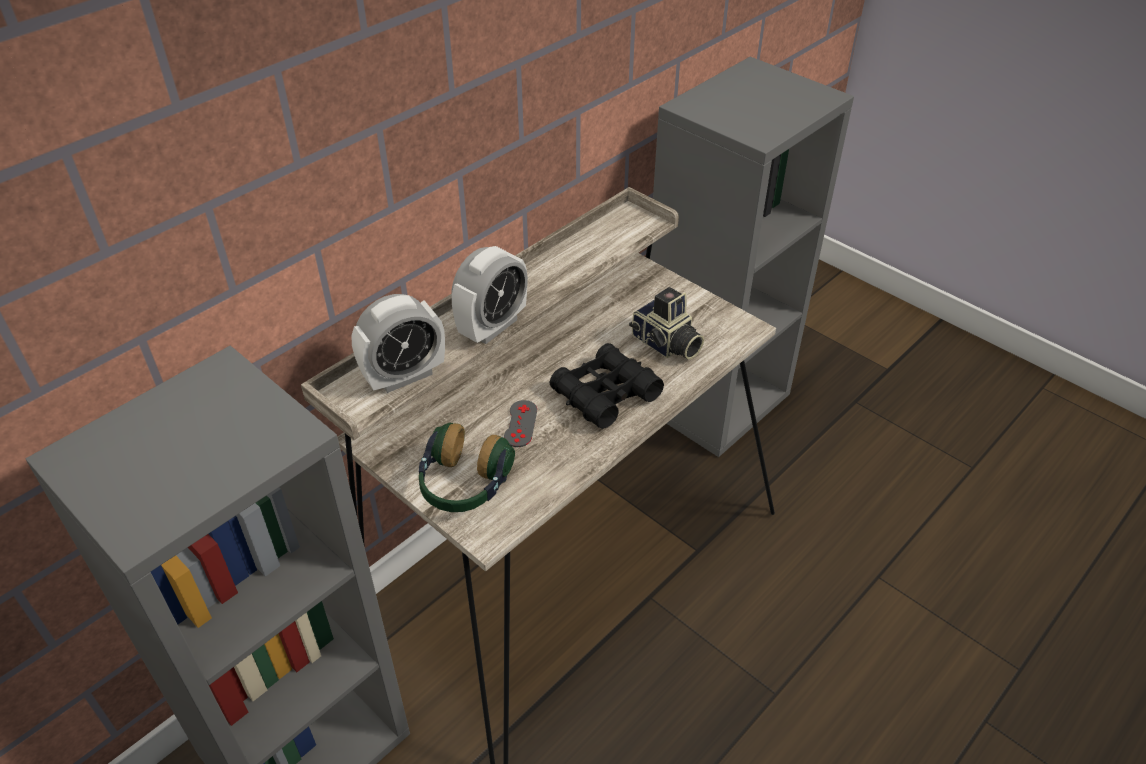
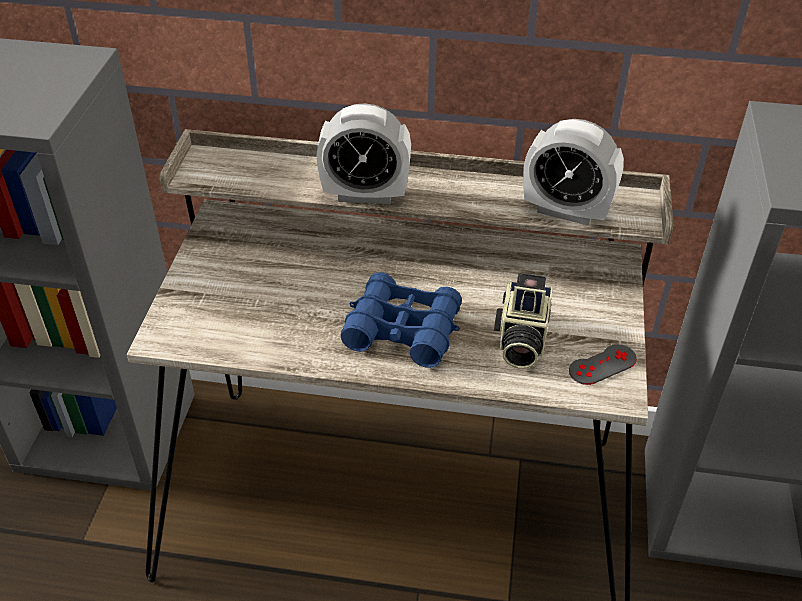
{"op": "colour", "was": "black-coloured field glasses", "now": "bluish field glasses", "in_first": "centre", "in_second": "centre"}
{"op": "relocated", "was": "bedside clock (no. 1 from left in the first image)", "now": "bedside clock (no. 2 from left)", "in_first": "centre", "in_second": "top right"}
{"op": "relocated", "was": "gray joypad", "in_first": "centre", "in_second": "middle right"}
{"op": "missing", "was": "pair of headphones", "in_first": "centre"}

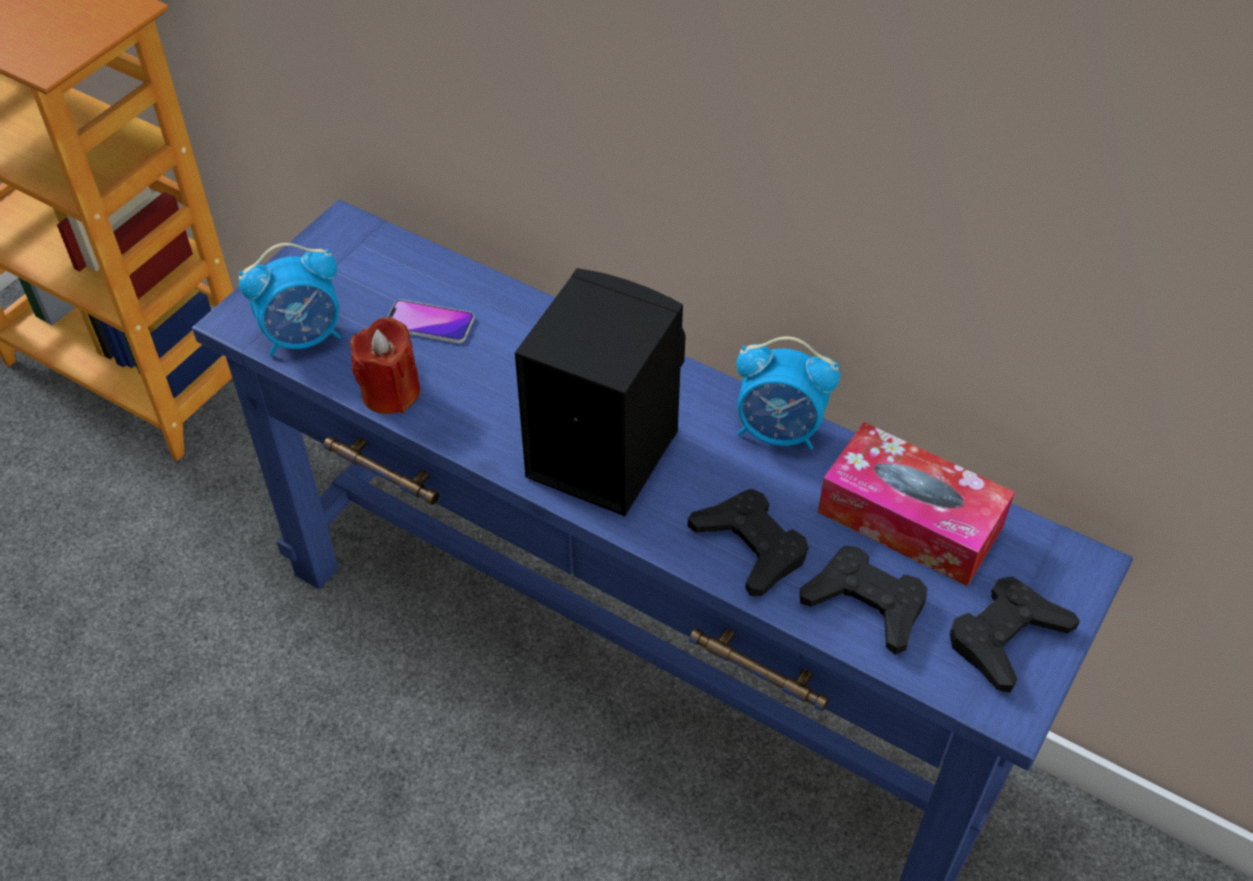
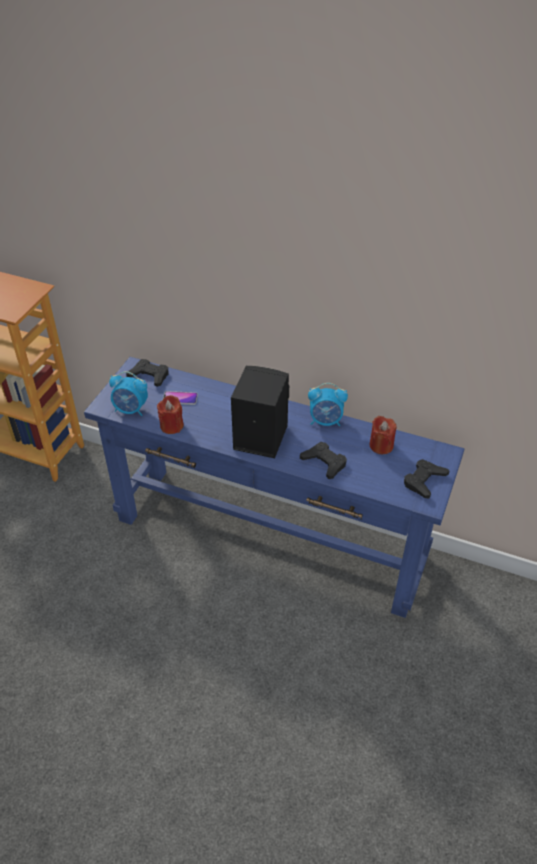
{"op": "spun", "was": "bedside clock (no. 1 from left)", "in_first": "middle left", "in_second": "middle left", "clockwise": 45}
{"op": "relocated", "was": "black-coloured joypad (no. 2 from left in the first image)", "now": "black-coloured joypad (no. 1 from left)", "in_first": "bottom right", "in_second": "middle left"}
{"op": "exchanged", "was": "tissue box", "now": "reddish wax light (no. 2 from left)", "in_first": "middle right", "in_second": "middle right"}

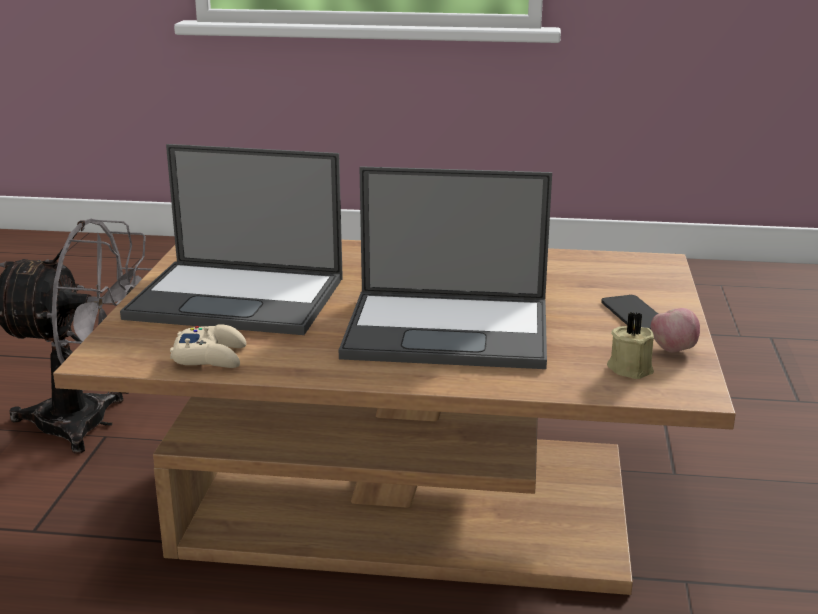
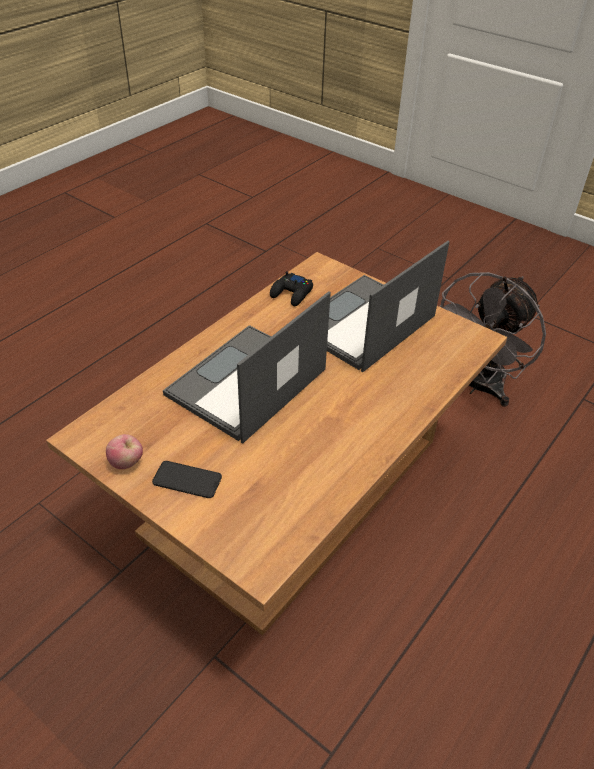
{"op": "colour", "was": "beige joypad", "now": "black-coloured joypad", "in_first": "middle left", "in_second": "centre"}
{"op": "missing", "was": "beige wax light", "in_first": "middle right"}

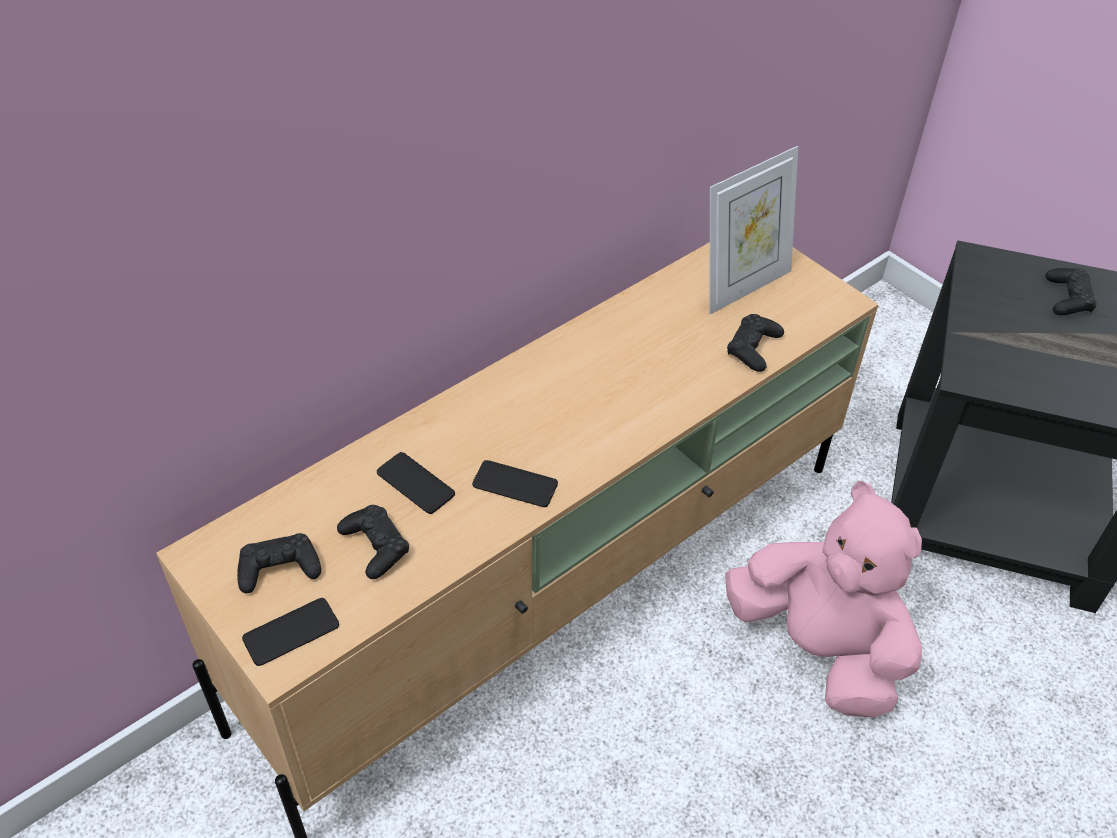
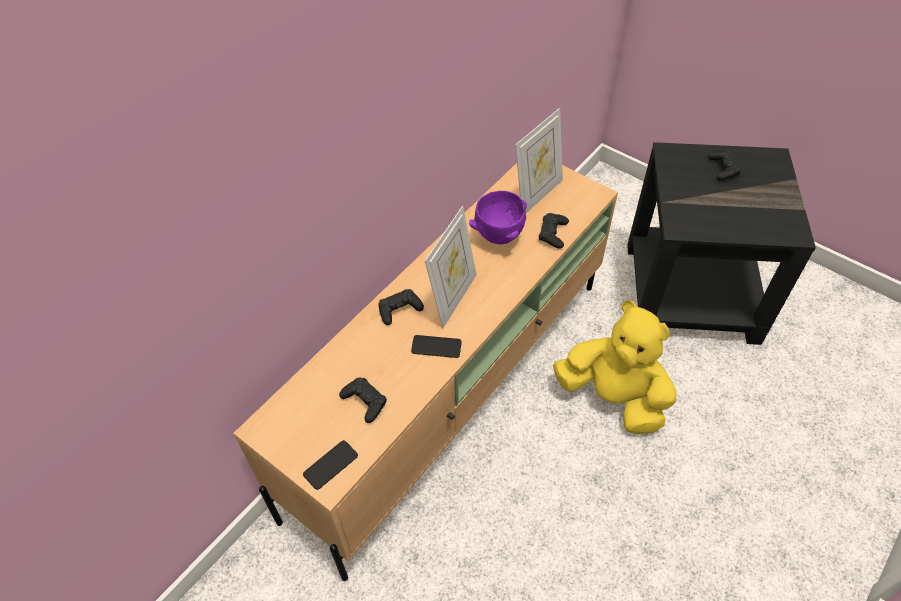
{"op": "relocated", "was": "black-coloured joypad (no. 1 from left in the first image)", "now": "black-coloured joypad (no. 2 from left)", "in_first": "bottom left", "in_second": "centre"}
{"op": "appeared", "now": "standing frame (no. 1 from left)", "in_second": "centre"}
{"op": "appeared", "now": "purple-coloured bowl", "in_second": "centre"}
{"op": "colour", "was": "pinkish plush toy", "now": "yellowish plush toy", "in_first": "bottom right", "in_second": "middle right"}
{"op": "missing", "was": "telephone (no. 2 from left)", "in_first": "centre"}

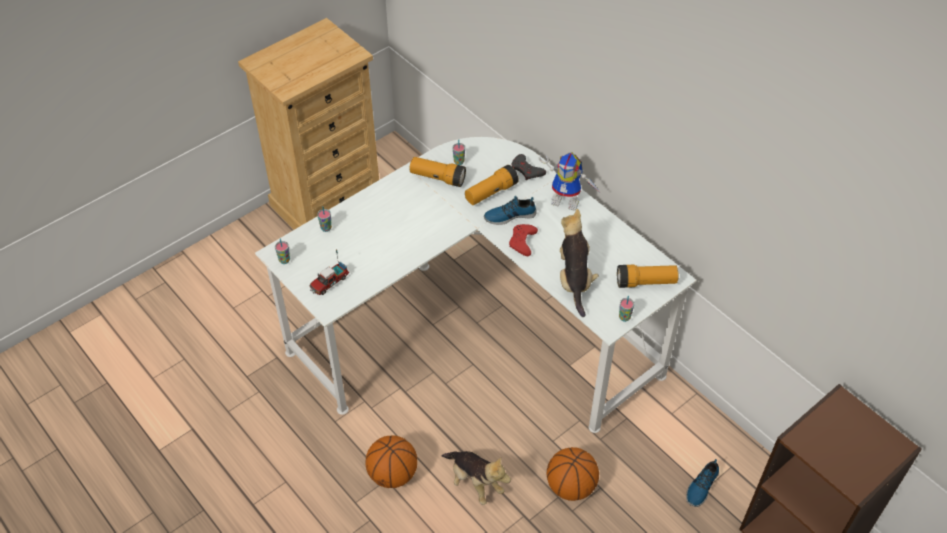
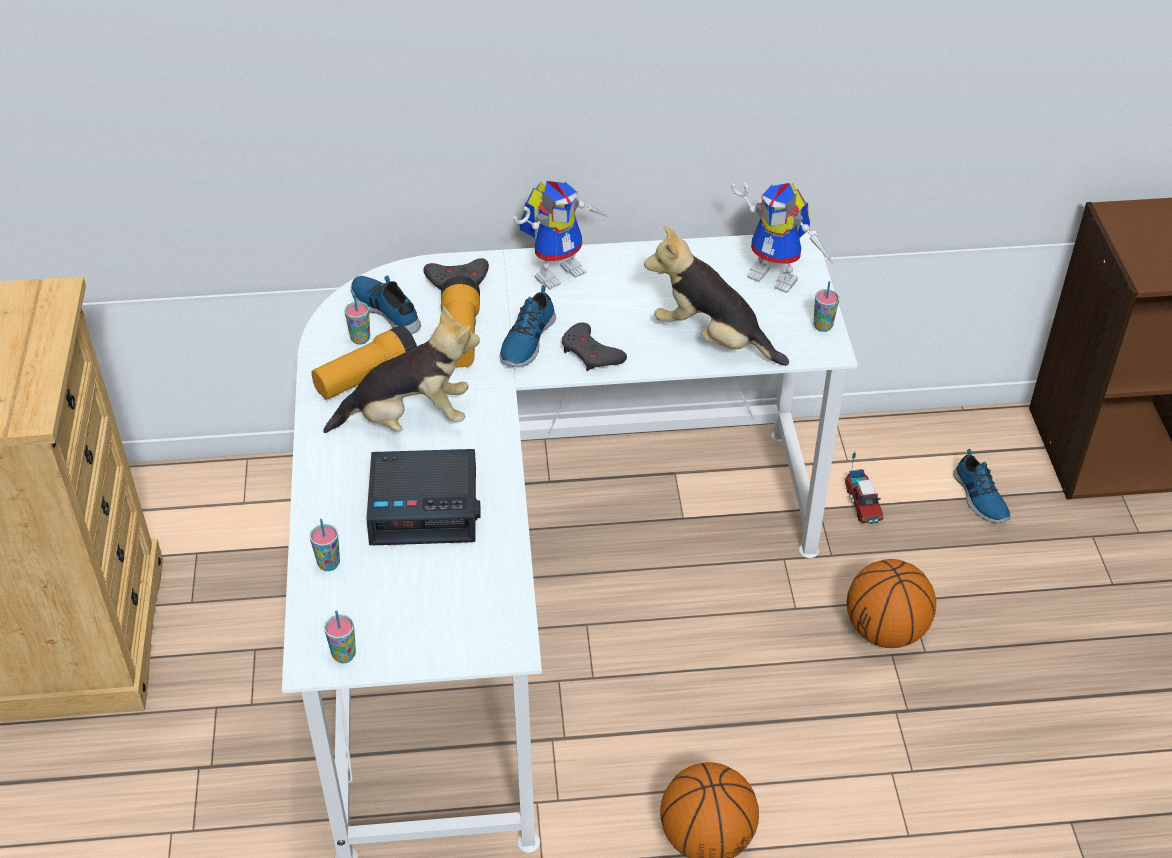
{"op": "relocated", "was": "plush toy (no. 1 from left)", "in_first": "bottom centre", "in_second": "centre"}
{"op": "appeared", "now": "shoe (no. 1 from left)", "in_second": "middle left"}
{"op": "appeared", "now": "bedside clock", "in_second": "centre"}
{"op": "colour", "was": "reddish joypad", "now": "gray joypad (no. 2 from left)", "in_first": "centre", "in_second": "centre"}
{"op": "exchanged", "was": "torch (no. 3 from left)", "now": "model robot (no. 2 from left)", "in_first": "middle right", "in_second": "top centre"}
{"op": "relocated", "was": "model truck", "in_first": "centre", "in_second": "middle right"}

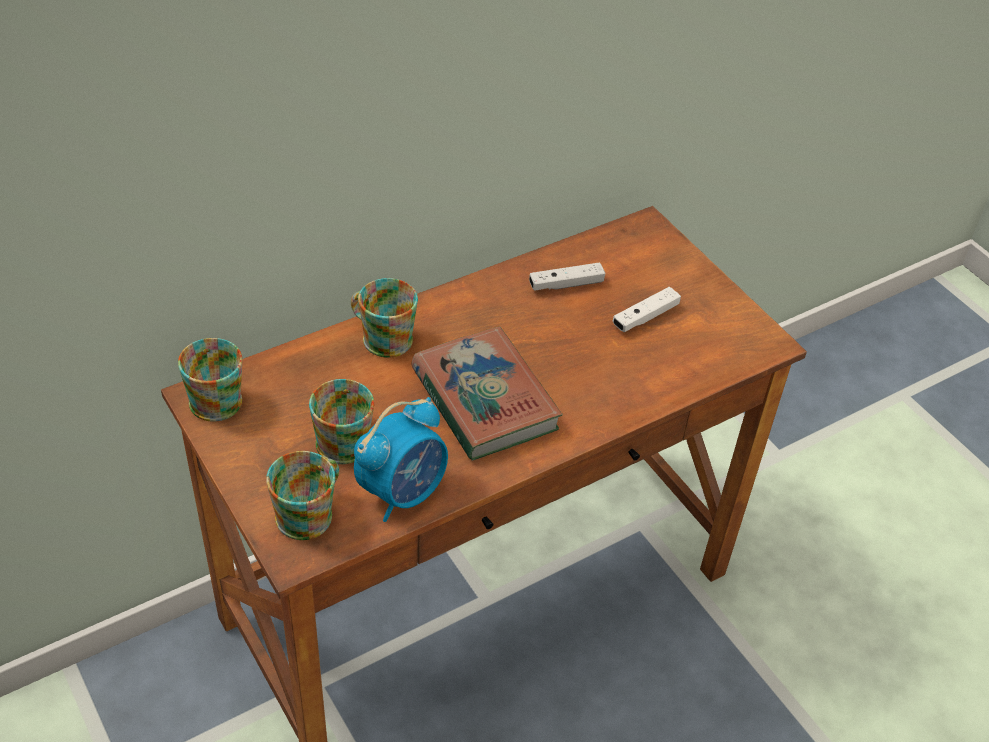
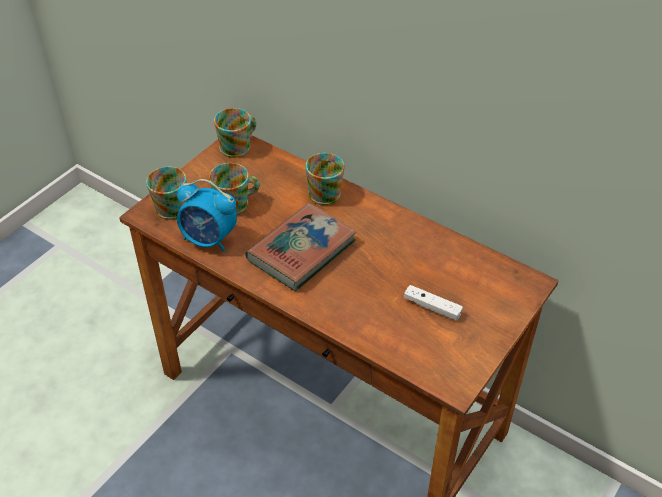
{"op": "missing", "was": "whitish joypad (no. 1 from left)", "in_first": "centre"}

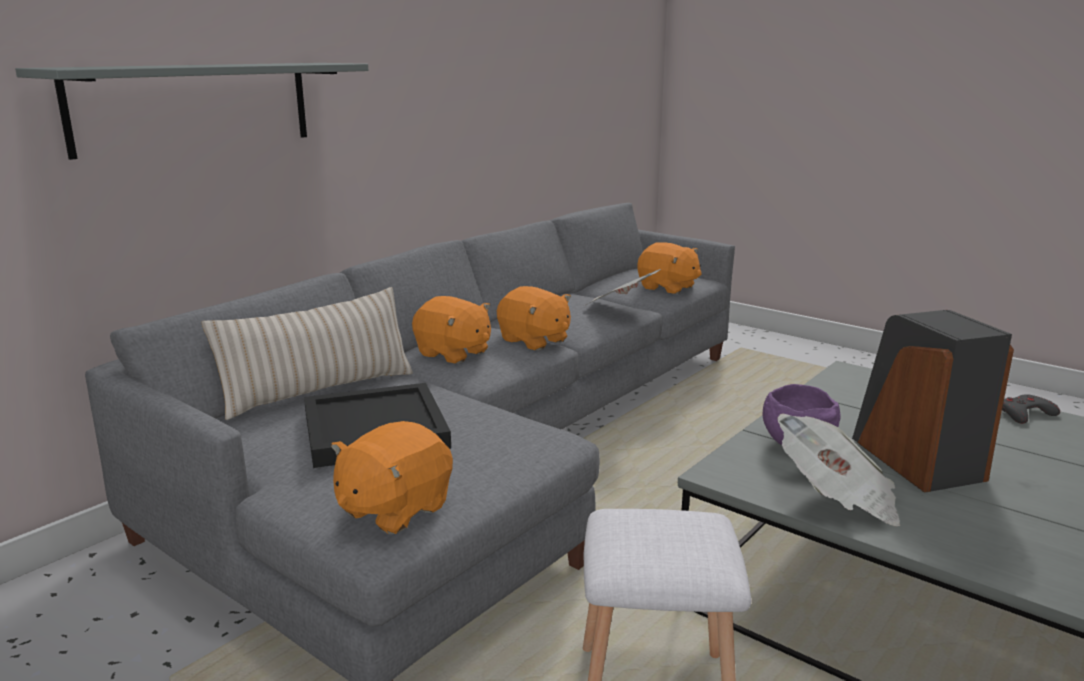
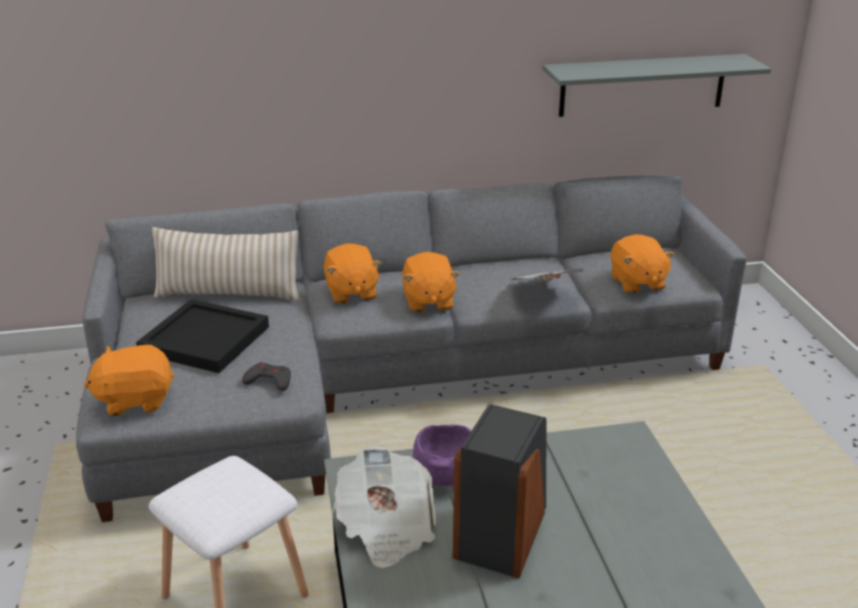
{"op": "relocated", "was": "gray joypad", "in_first": "middle right", "in_second": "middle left"}
{"op": "relocated", "was": "gray shelf", "in_first": "top left", "in_second": "top right"}

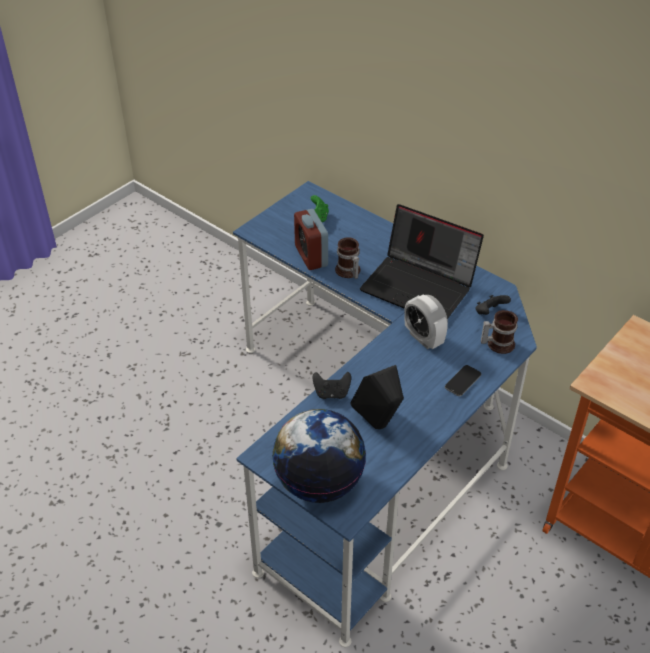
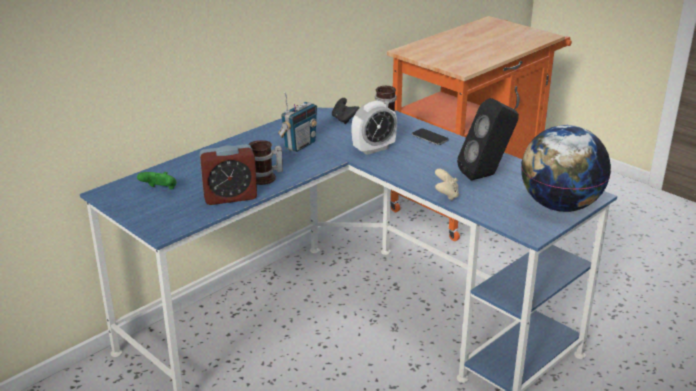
{"op": "exchanged", "was": "notebook computer", "now": "radio receiver", "in_first": "centre", "in_second": "top centre"}
{"op": "colour", "was": "black-coloured joypad (no. 1 from left)", "now": "beige joypad", "in_first": "centre", "in_second": "centre"}

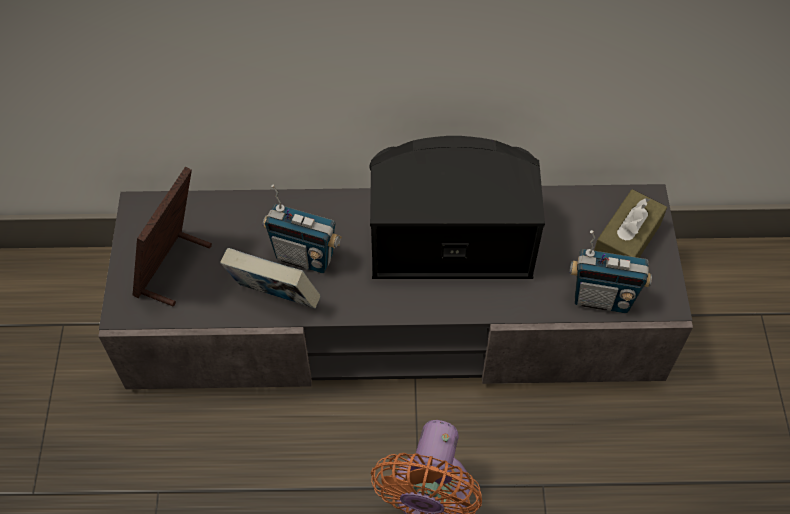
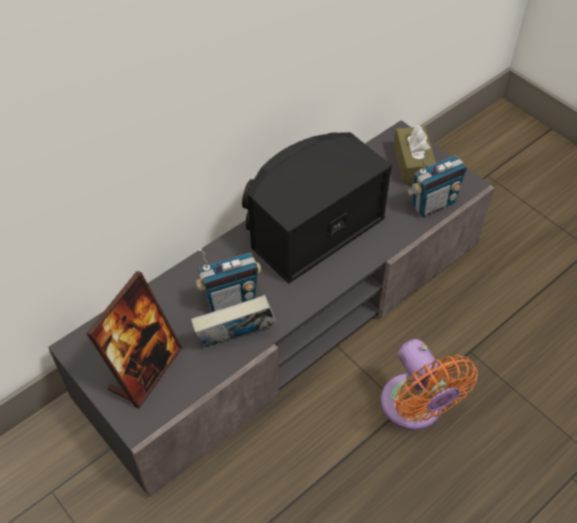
{"op": "spun", "was": "standing frame", "in_first": "middle left", "in_second": "middle left", "clockwise": -135}

